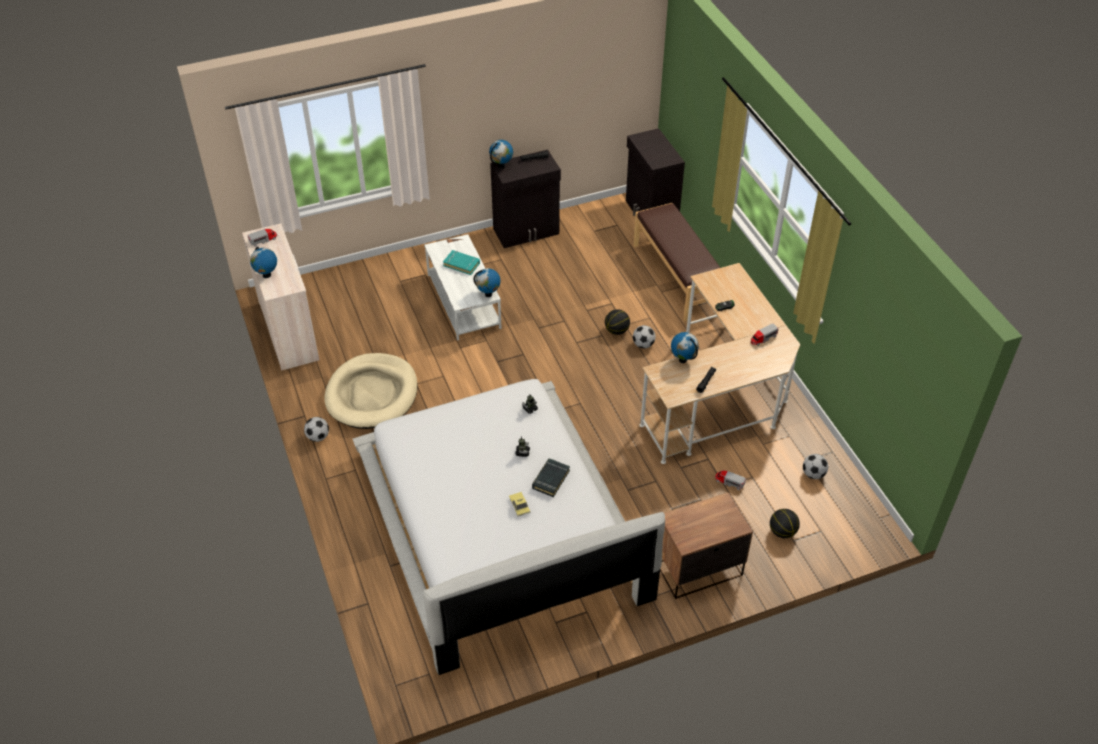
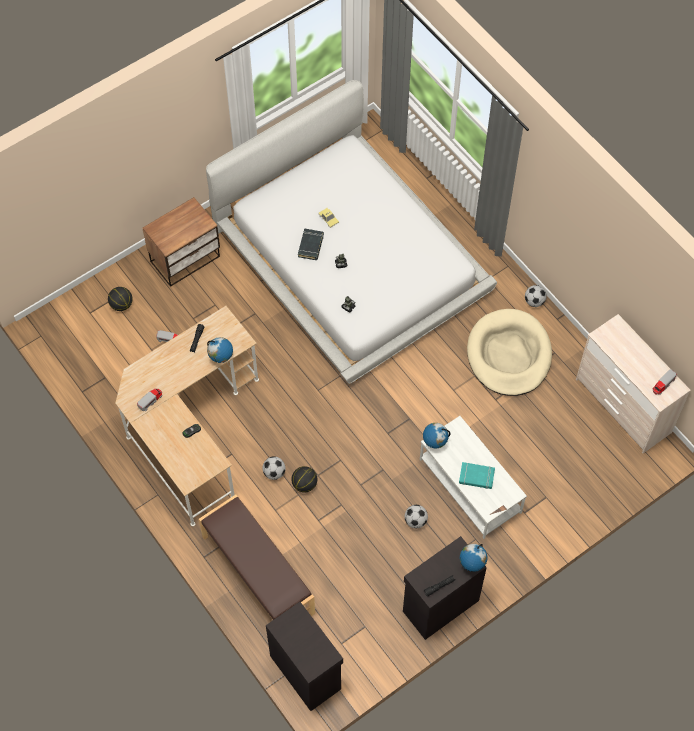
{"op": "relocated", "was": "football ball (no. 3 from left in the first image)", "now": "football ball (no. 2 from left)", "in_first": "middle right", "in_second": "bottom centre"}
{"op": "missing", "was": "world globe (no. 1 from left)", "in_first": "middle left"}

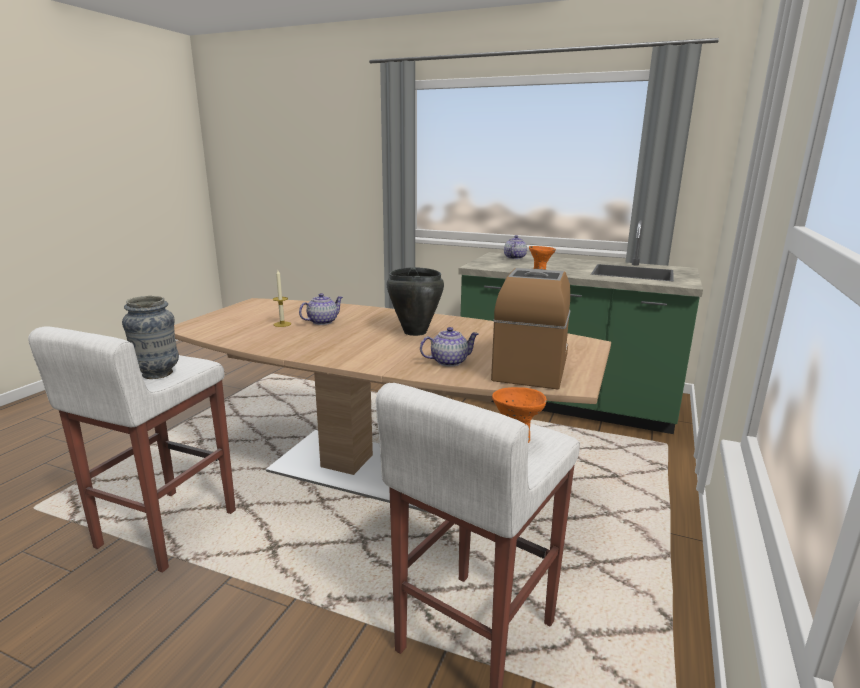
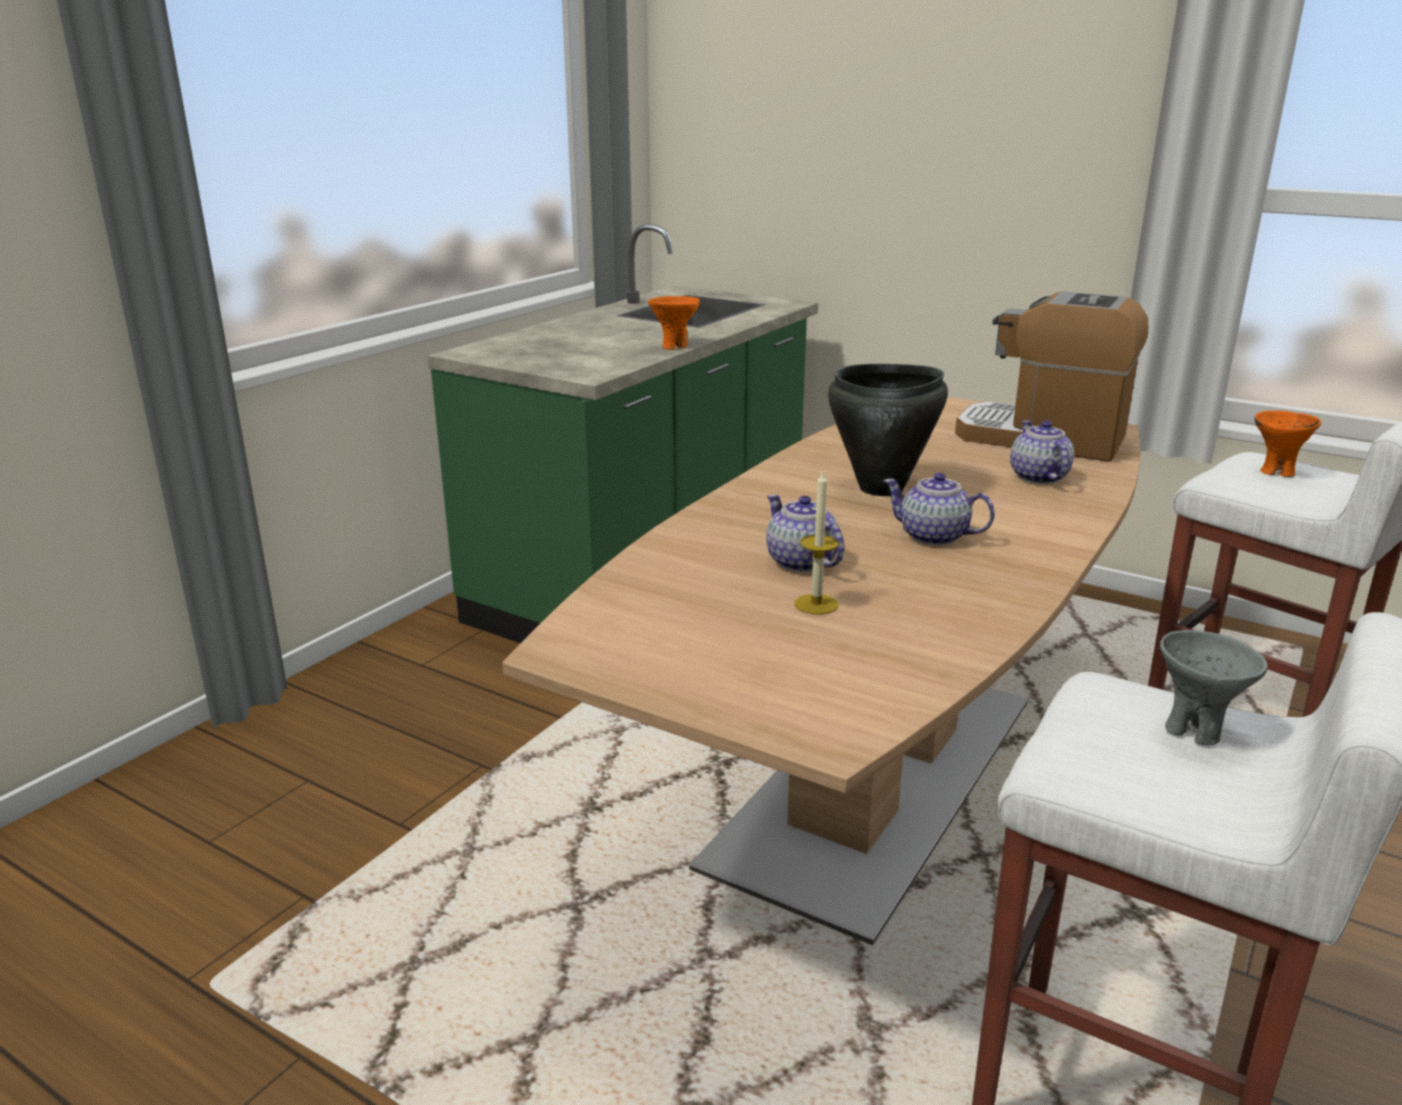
{"op": "relocated", "was": "pot for tea (no. 3 from left in the first image)", "now": "pot for tea (no. 2 from left)", "in_first": "centre", "in_second": "middle right"}
{"op": "exchanged", "was": "vase", "now": "gray bowl", "in_first": "middle left", "in_second": "middle right"}

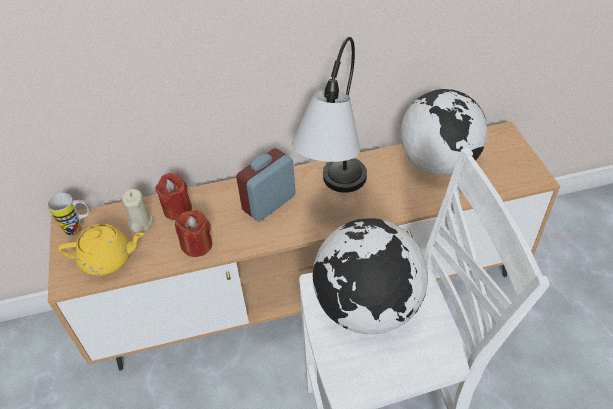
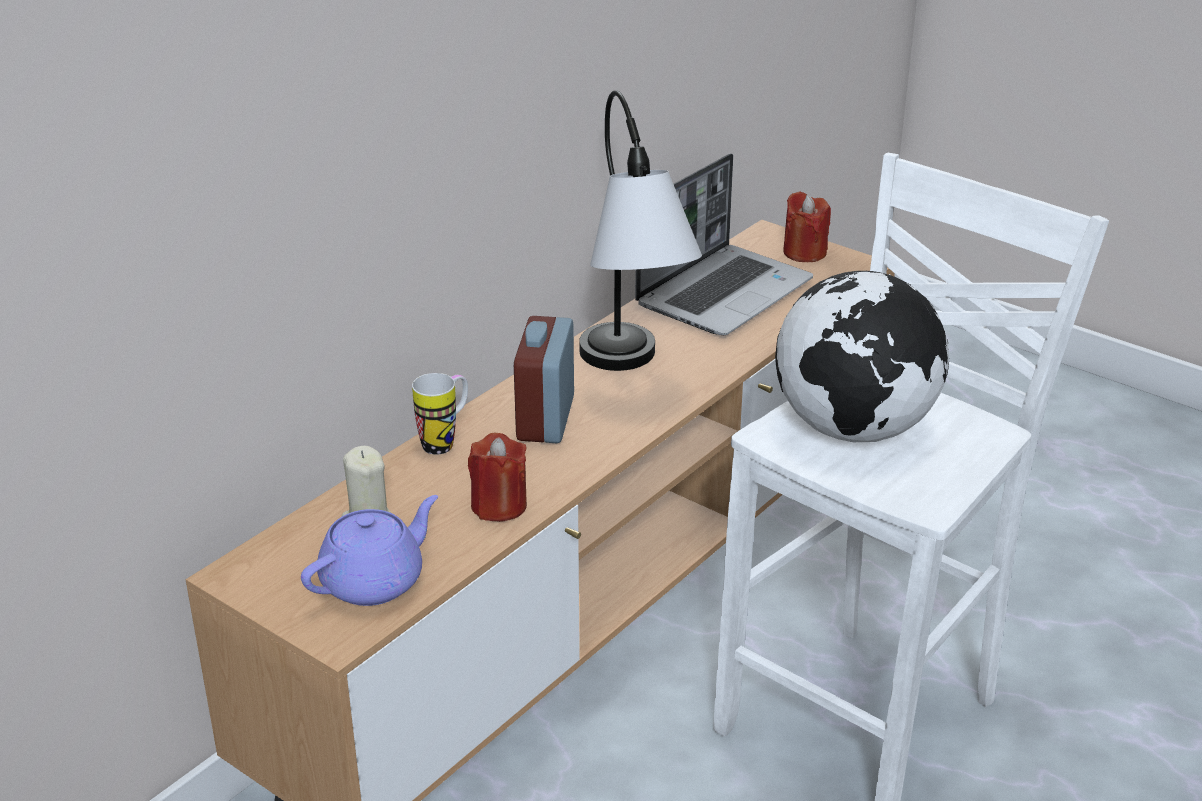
{"op": "colour", "was": "yellowish pot for tea", "now": "purple-coloured pot for tea", "in_first": "middle left", "in_second": "bottom left"}
{"op": "relocated", "was": "tea mug", "in_first": "middle left", "in_second": "centre"}
{"op": "exchanged", "was": "world globe (no. 2 from left)", "now": "notebook computer", "in_first": "top right", "in_second": "top centre"}
{"op": "relocated", "was": "reddish wax light (no. 1 from left in the first image)", "now": "reddish wax light (no. 2 from left)", "in_first": "middle left", "in_second": "top right"}

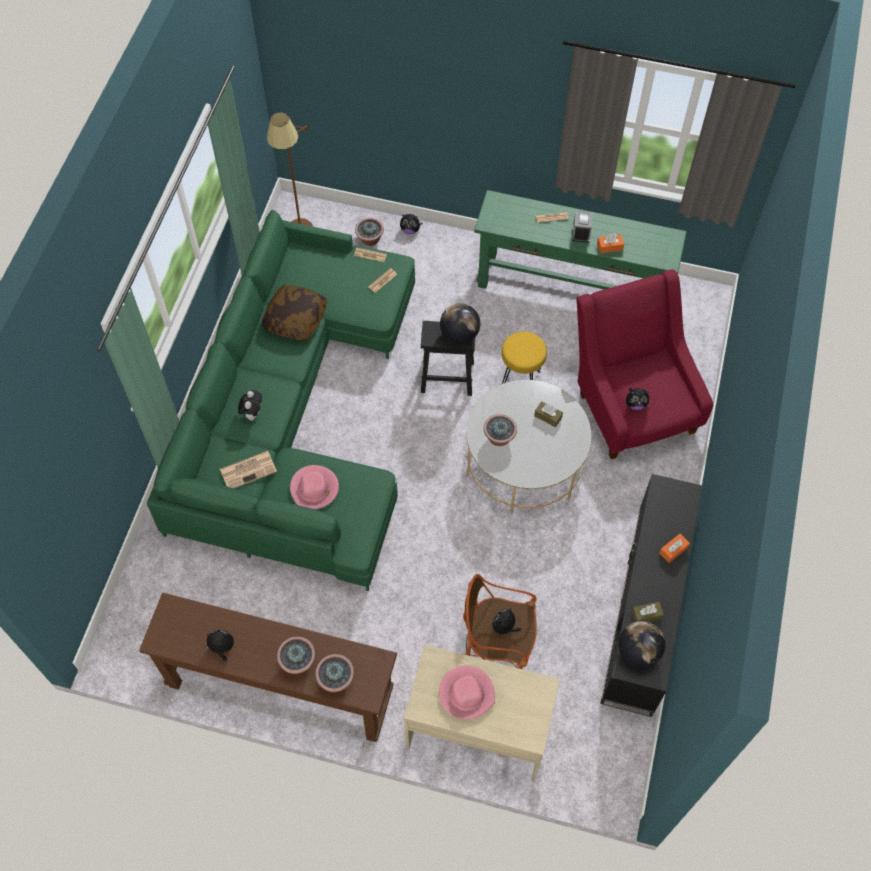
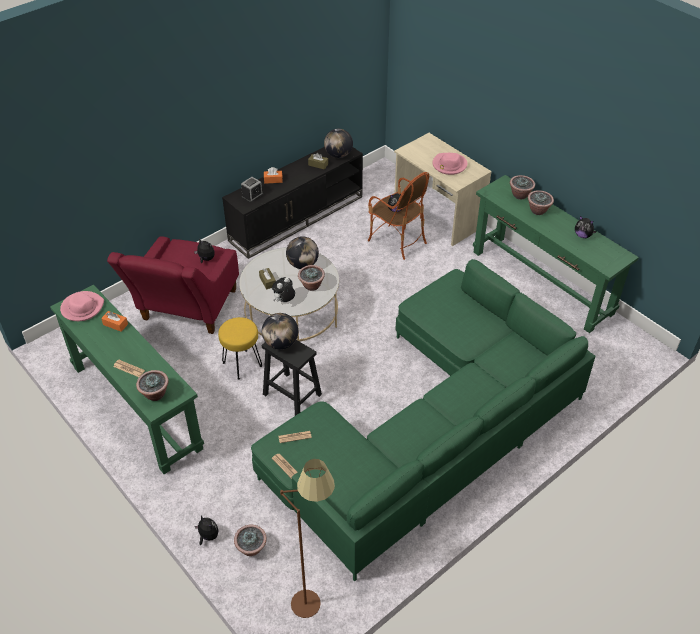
{"op": "relocated", "was": "pinkish hat (no. 1 from left)", "in_first": "centre", "in_second": "middle left"}
{"op": "appeared", "now": "potted plant (no. 1 from left)", "in_second": "middle left"}
{"op": "relocated", "was": "bedside clock", "in_first": "top right", "in_second": "top centre"}
{"op": "relocated", "was": "plush toy (no. 2 from left in the first image)", "now": "plush toy (no. 3 from left)", "in_first": "middle left", "in_second": "centre"}
{"op": "appeared", "now": "world globe (no. 2 from left)", "in_second": "centre"}
{"op": "colour", "was": "brownish narrow table", "now": "green narrow table (no. 2 from left)", "in_first": "bottom left", "in_second": "middle right"}
{"op": "missing", "was": "newspaper (no. 1 from left)", "in_first": "middle left"}
{"op": "missing", "was": "throw pillow", "in_first": "centre"}

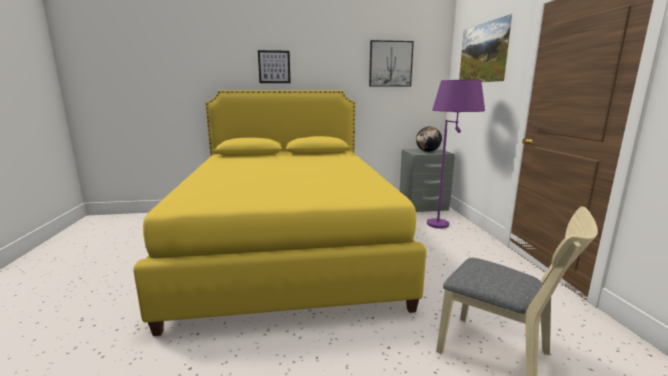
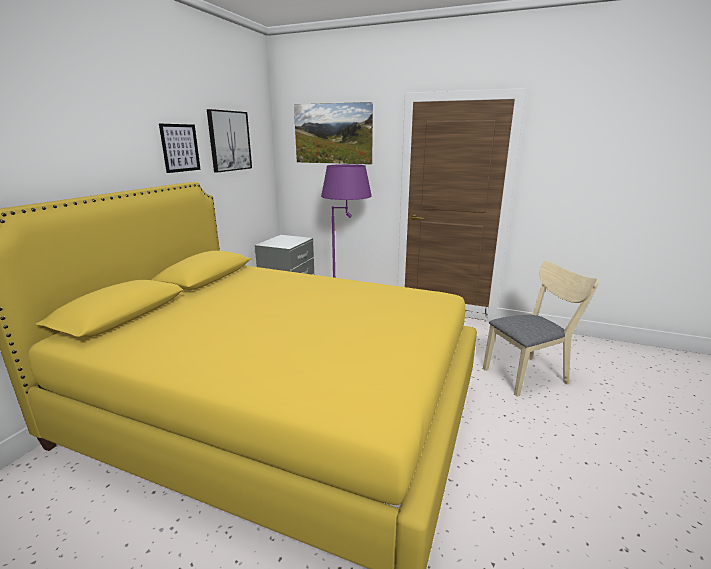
{"op": "relocated", "was": "wall picture (no. 1 from left)", "in_first": "top centre", "in_second": "top left"}
{"op": "missing", "was": "world globe", "in_first": "centre"}

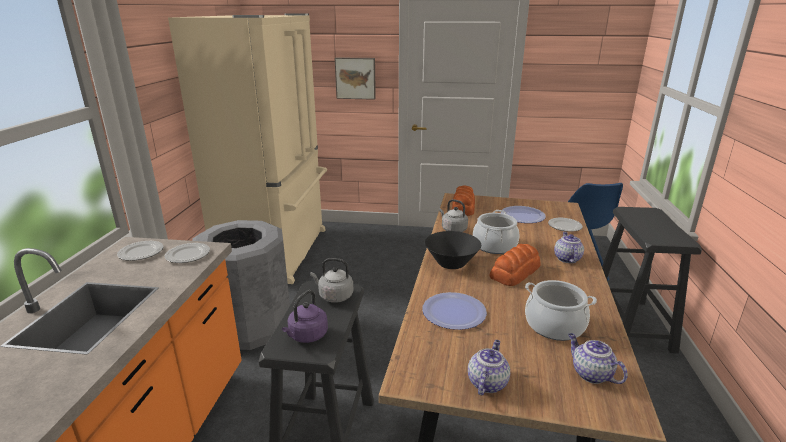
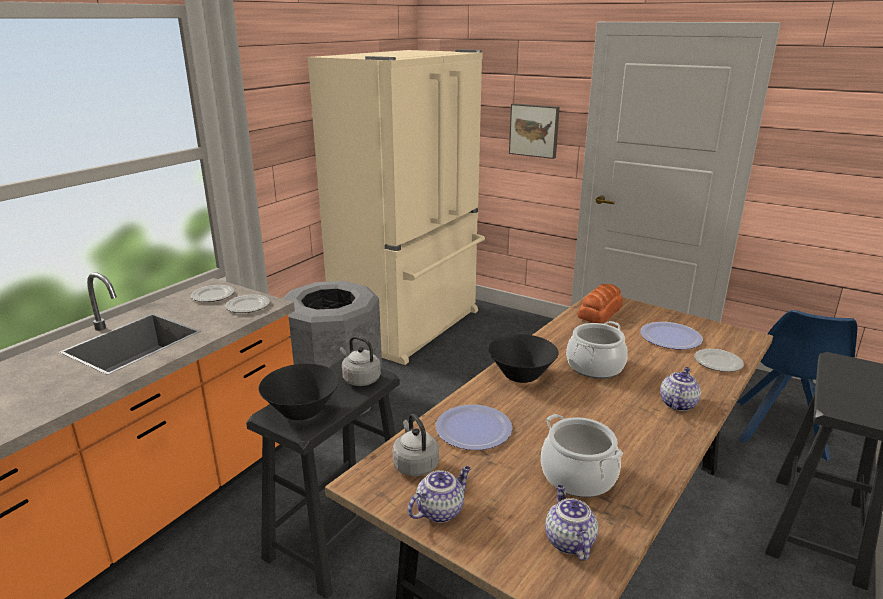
{"op": "exchanged", "was": "purple-coloured tea kettle", "now": "black-coloured bowl (no. 1 from left)", "in_first": "bottom centre", "in_second": "centre"}
{"op": "relocated", "was": "gray tea kettle (no. 2 from left)", "in_first": "centre", "in_second": "bottom centre"}
{"op": "missing", "was": "bakery bread (no. 2 from left)", "in_first": "centre"}

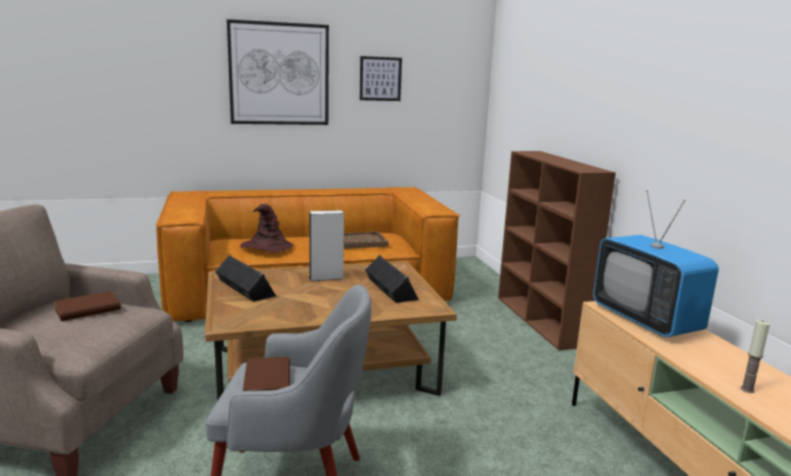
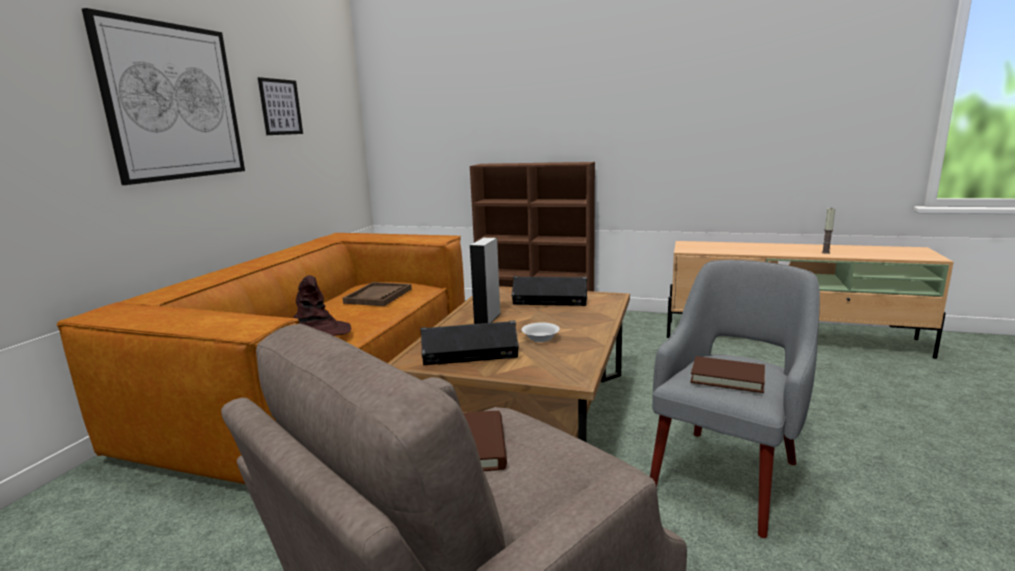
{"op": "appeared", "now": "whitish bowl", "in_second": "centre"}
{"op": "missing", "was": "TV", "in_first": "middle right"}

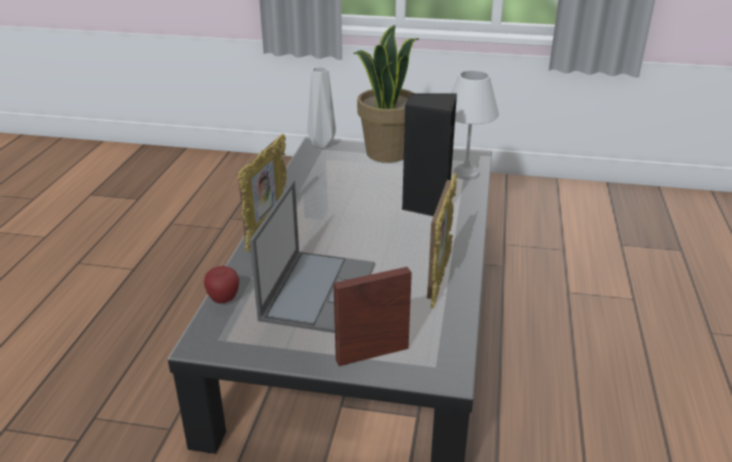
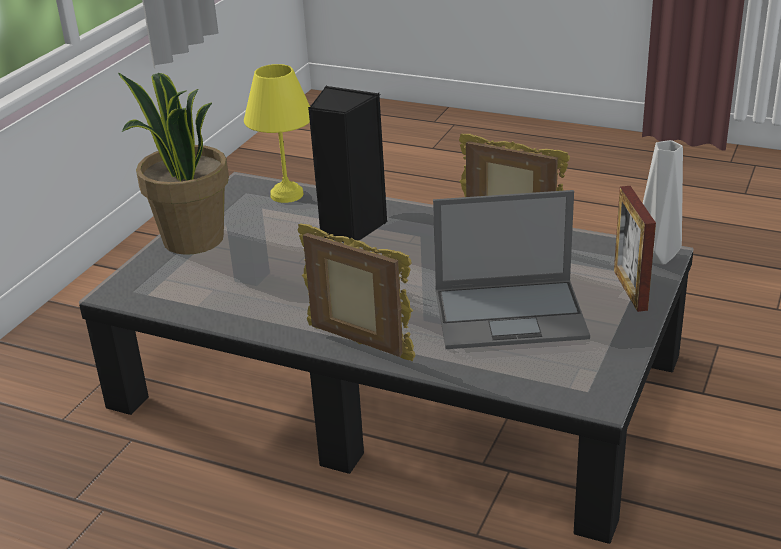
{"op": "colour", "was": "whitish table lamp", "now": "yellowish table lamp", "in_first": "top centre", "in_second": "top centre"}
{"op": "spun", "was": "notebook computer", "in_first": "centre", "in_second": "centre", "clockwise": 150}
{"op": "relocated", "was": "gray vase", "in_first": "top centre", "in_second": "middle right"}
{"op": "missing", "was": "apple", "in_first": "middle left"}

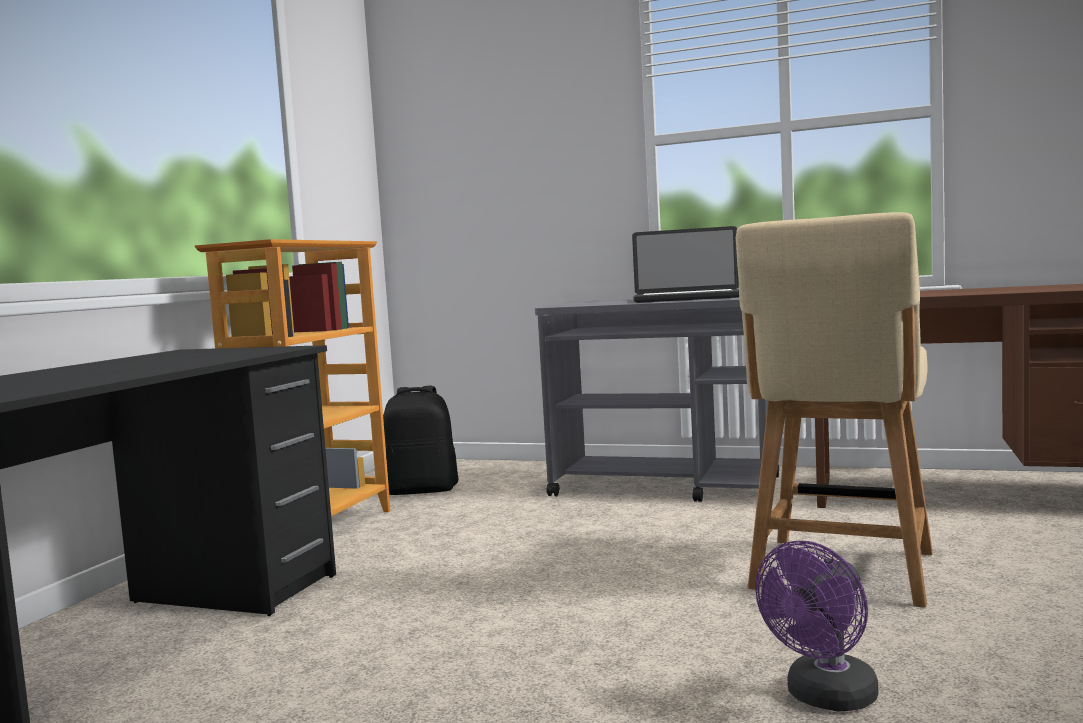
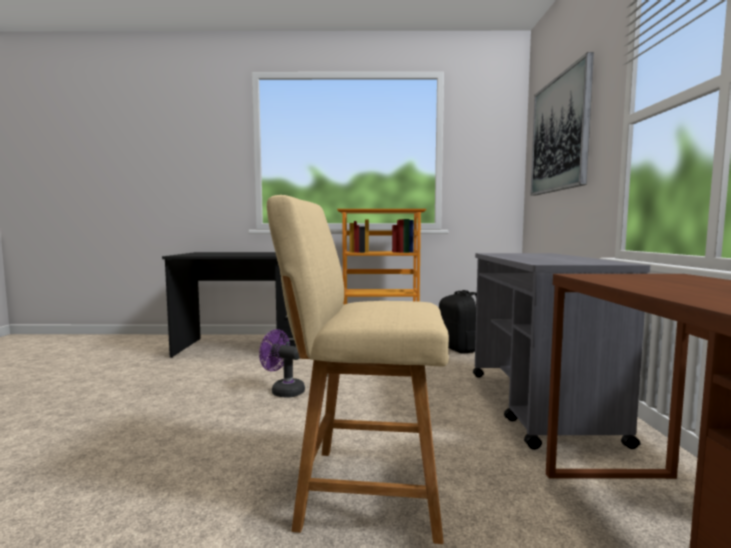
{"op": "relocated", "was": "purple-coloured electric fan", "in_first": "bottom right", "in_second": "centre"}
{"op": "appeared", "now": "wall picture", "in_second": "top right"}
{"op": "missing", "was": "notebook computer", "in_first": "centre"}

